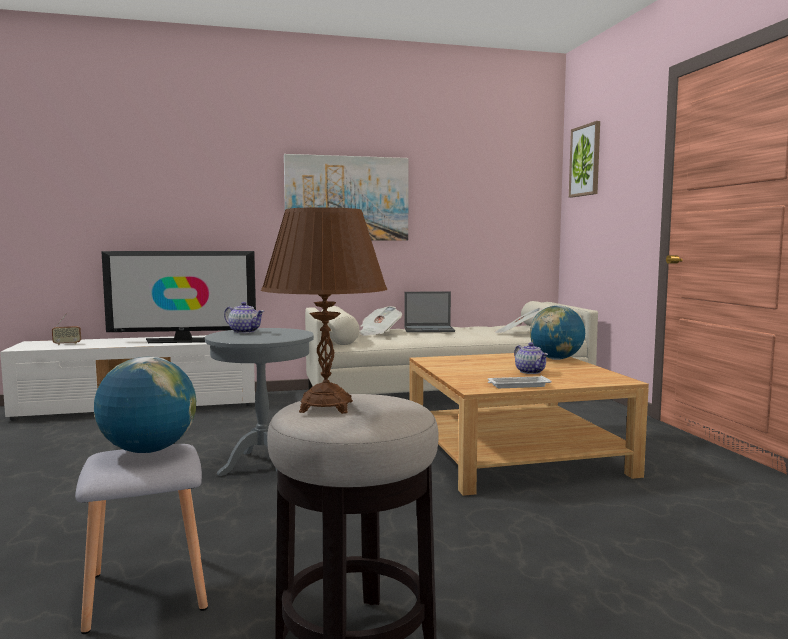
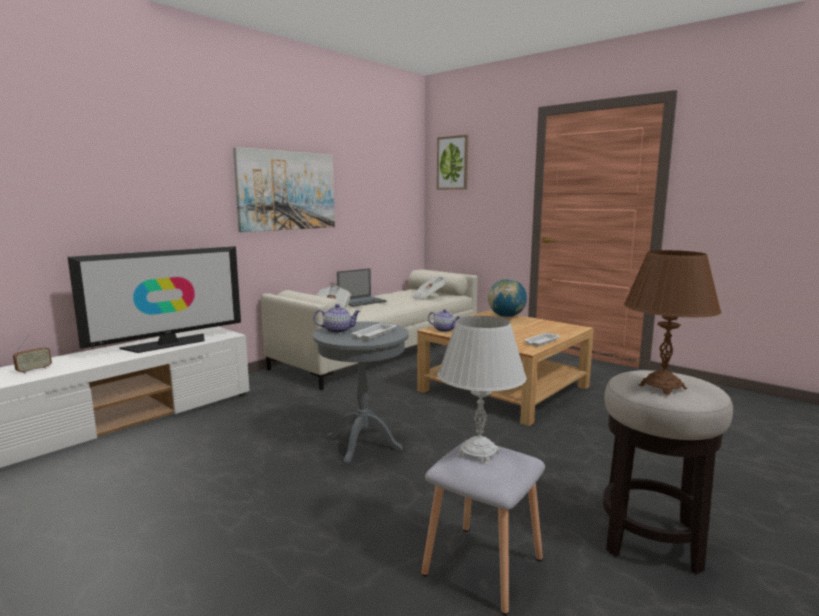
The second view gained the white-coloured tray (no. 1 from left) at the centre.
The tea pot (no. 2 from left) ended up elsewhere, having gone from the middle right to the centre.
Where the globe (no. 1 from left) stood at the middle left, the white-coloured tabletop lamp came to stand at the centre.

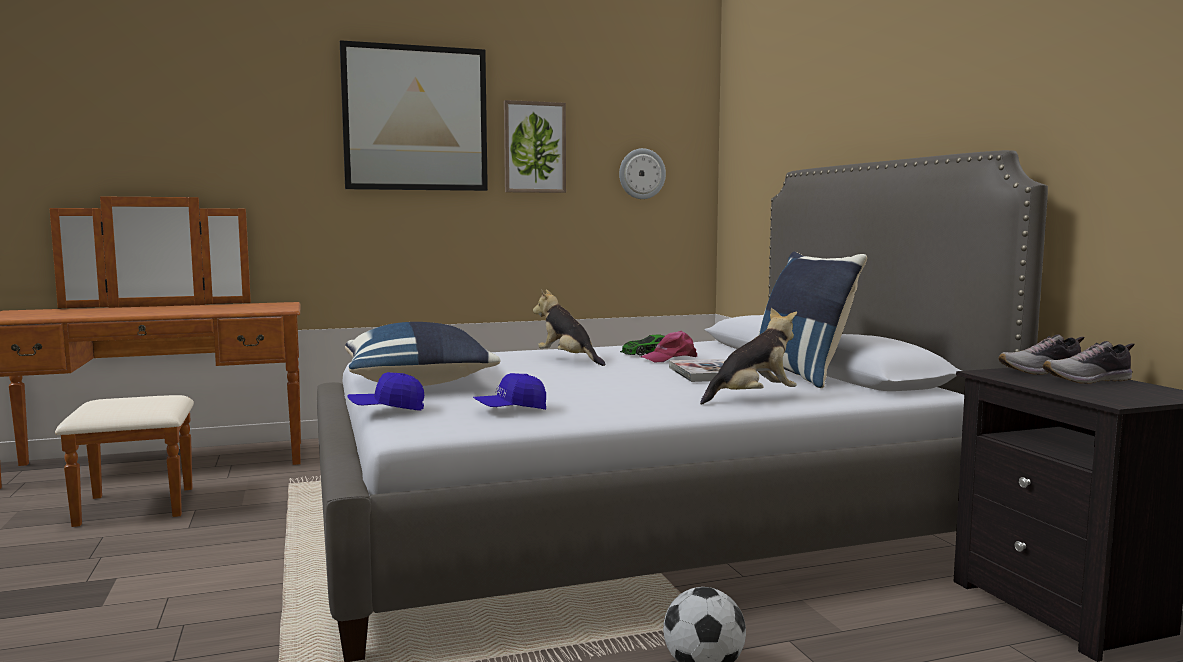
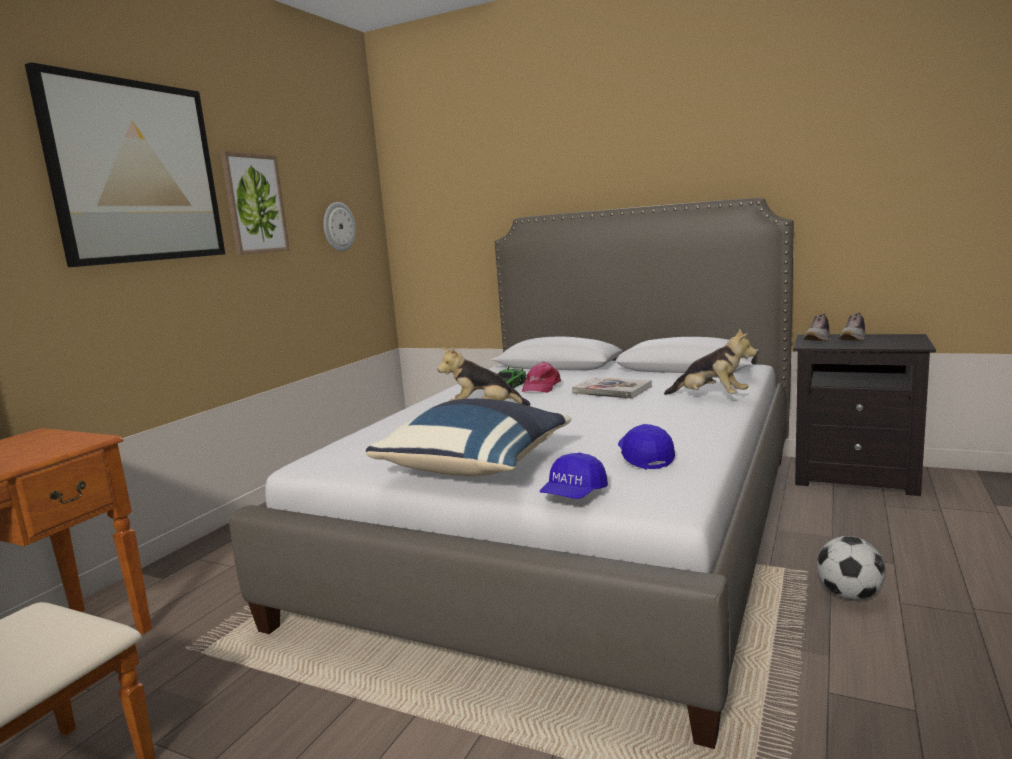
The blue peaked cap (no. 2 from left) at the centre ended up facing another way, 150 degrees clockwise from before.
The soft toy (no. 2 from left) at the centre ended up facing another way, 105 degrees clockwise from before.
The second view lost the blue pillow (no. 2 from left) at the middle right.

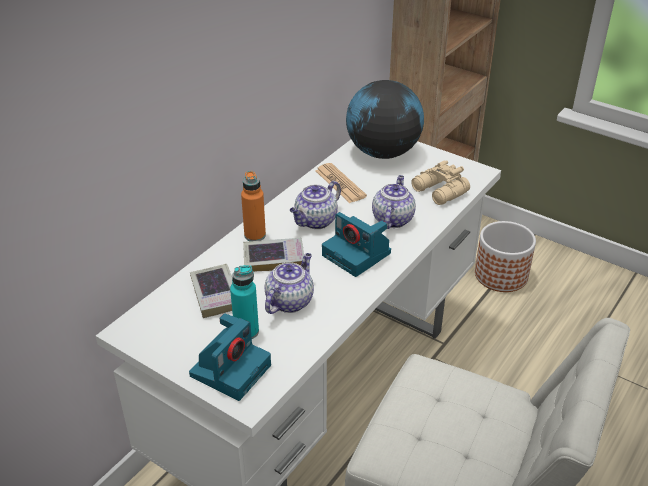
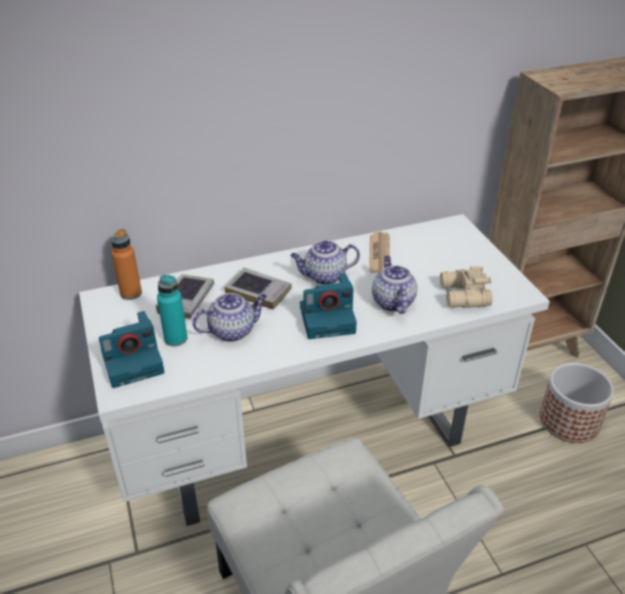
The orange-coloured beverage bottle ended up elsewhere, having gone from the centre to the middle left.
The still camera (no. 2 from left) at the centre ended up facing another way, 90 degrees counterclockwise from before.
The tea pot (no. 3 from left) at the centre ended up facing another way, 60 degrees counterclockwise from before.
The second view lost the globe at the top centre.

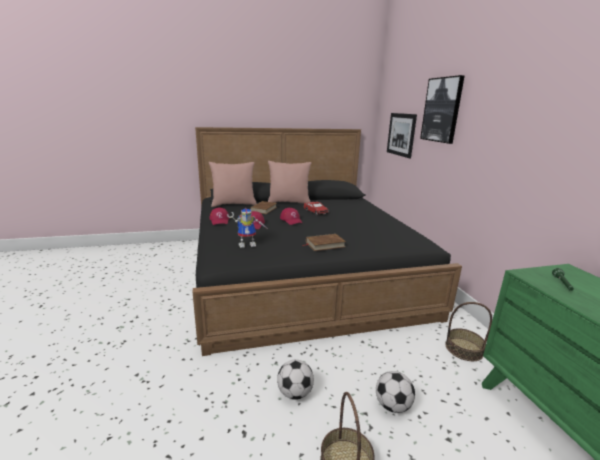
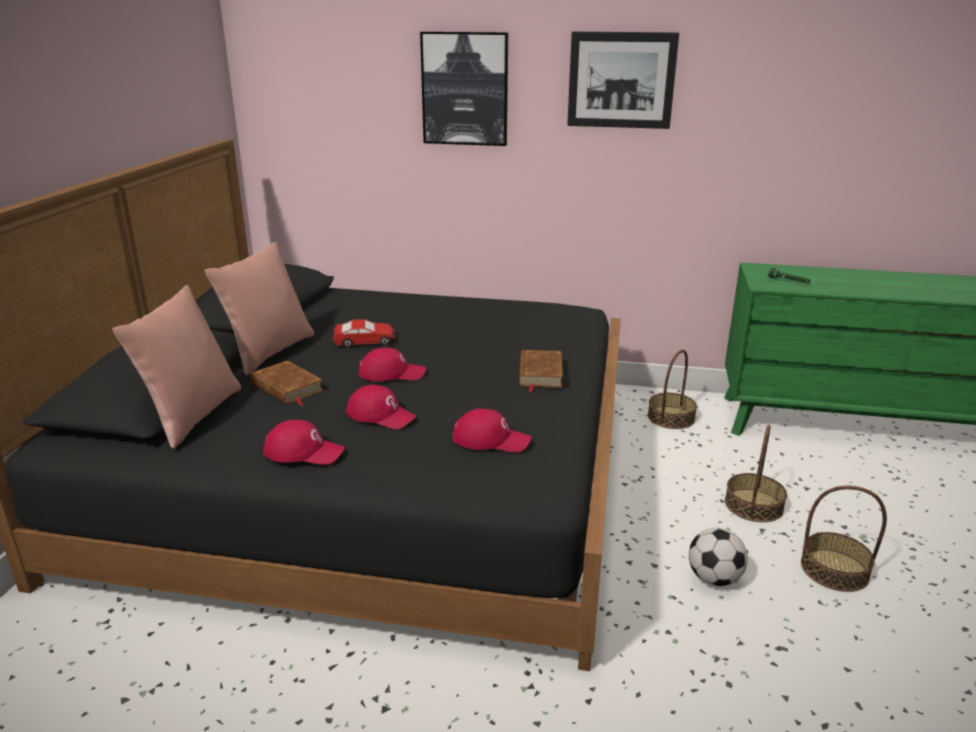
Where the toy robot stood at the centre, the red peaked cap (no. 4 from left) came to stand at the centre.
The wall art (no. 1 from left in the first image) ended up elsewhere, having gone from the top right to the top centre.
Where the football (no. 2 from left) stood at the bottom centre, the basket (no. 2 from left) came to stand at the middle right.

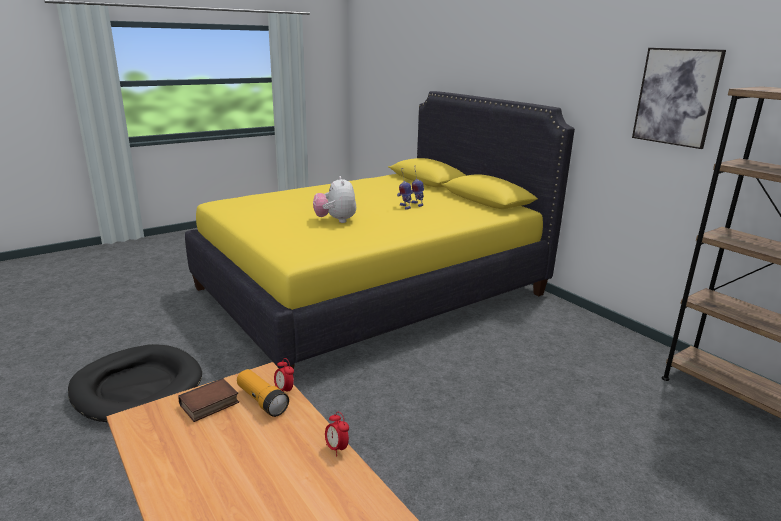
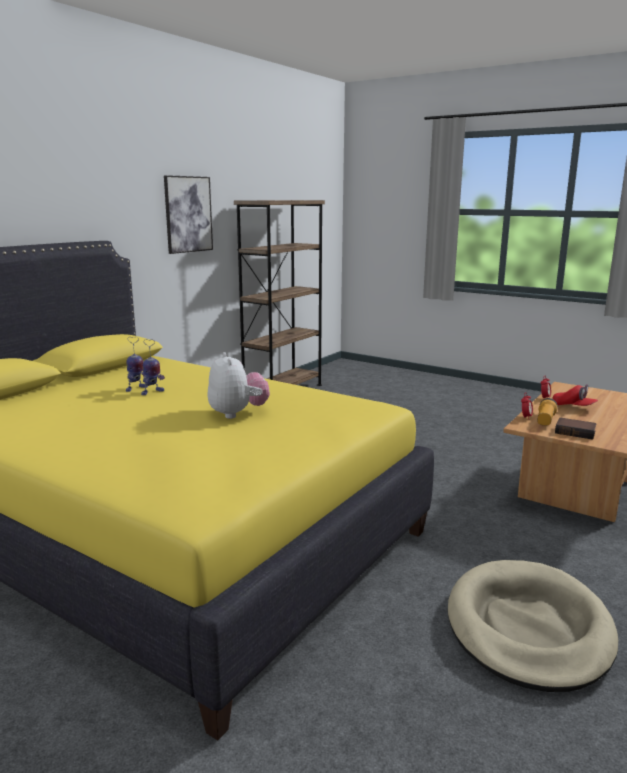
The soft toy at the centre ended up facing another way, 75 degrees counterclockwise from before.
What was the black dog bed at the bottom left turned into the sand-coloured dog bed at the bottom right.
The second view gained the red peaked cap at the middle right.

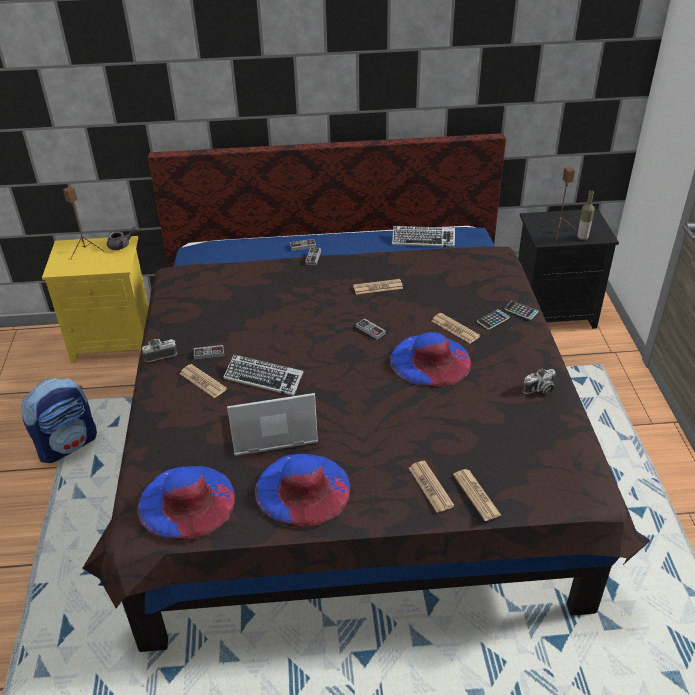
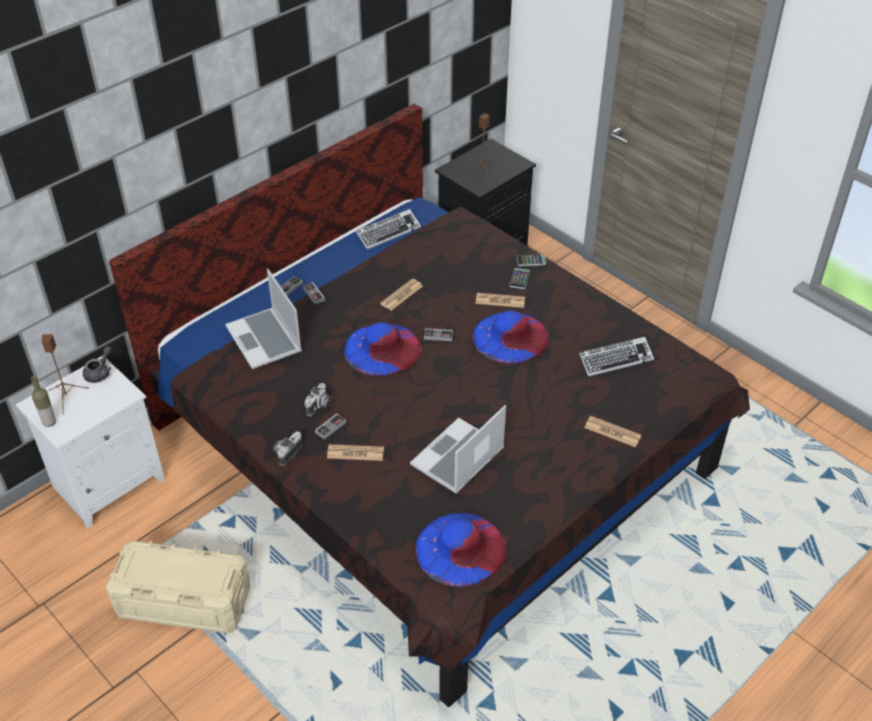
What was the yellowish night table at the middle left turned into the white-coloured night table at the middle left.
The beverage bottle ended up elsewhere, having gone from the top right to the middle left.
Where the rucksack stood at the middle left, the sand-coloured storage bin came to stand at the bottom left.
The second view gained the portable computer (no. 1 from left) at the middle left.
The still camera (no. 2 from left) ended up elsewhere, having gone from the middle right to the centre.
The blue clothing hat (no. 2 from left in the first image) ended up elsewhere, having gone from the bottom centre to the centre.
The PC keyboard (no. 1 from left in the first image) ended up elsewhere, having gone from the centre to the middle right.
The second view lost the daily paper (no. 5 from left) at the bottom right.

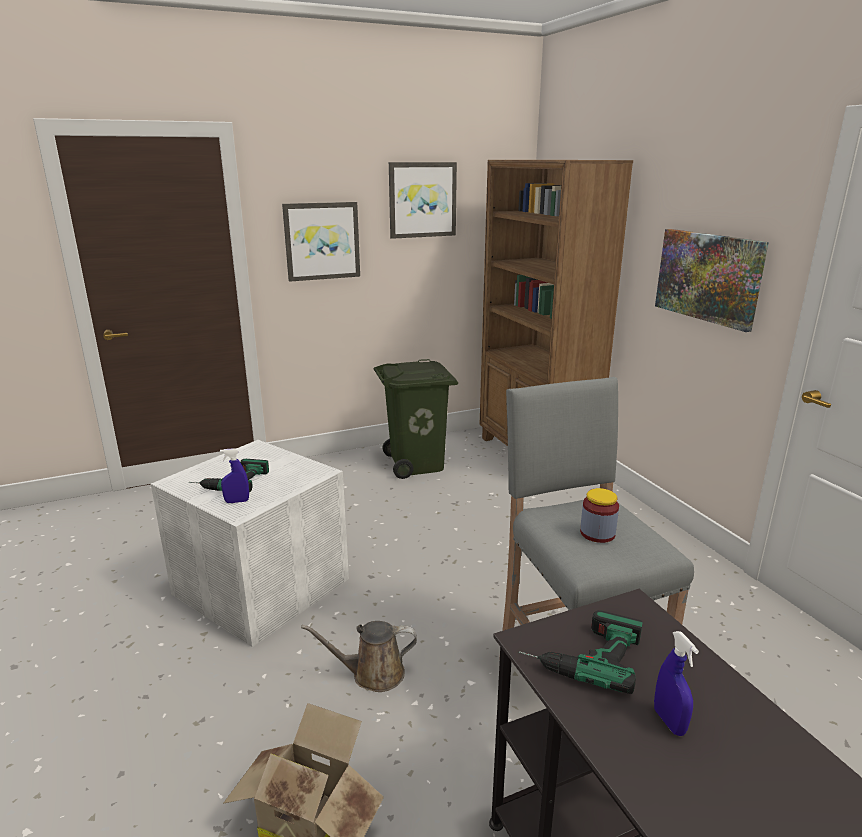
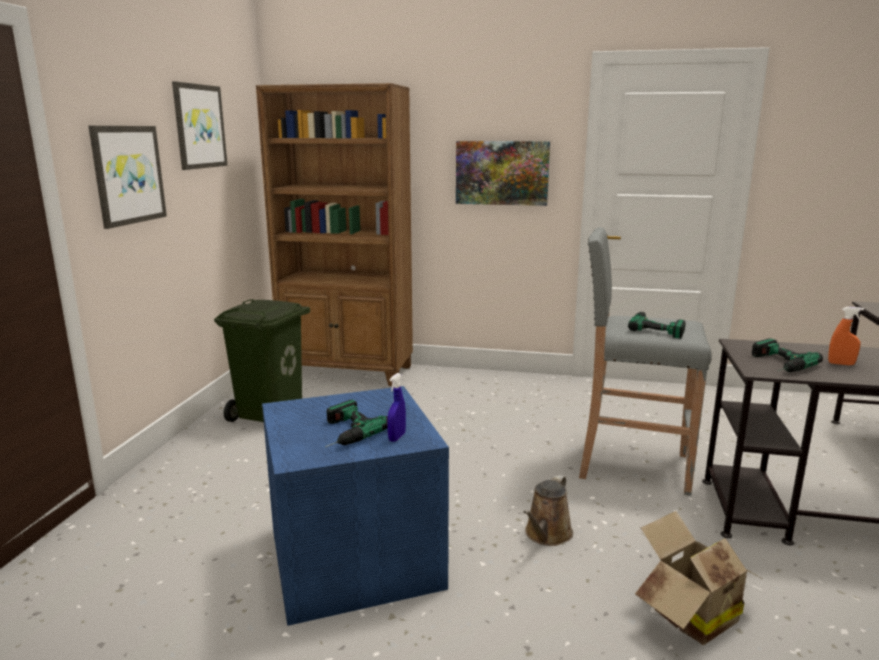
What was the white-coloured storage bin at the middle left turned into the blue storage bin at the bottom centre.
Where the preserve jar stood at the middle right, the electric drill (no. 2 from left) came to stand at the middle right.
What was the blue sprayer (no. 2 from left) at the bottom right turned into the orange-coloured sprayer at the middle right.

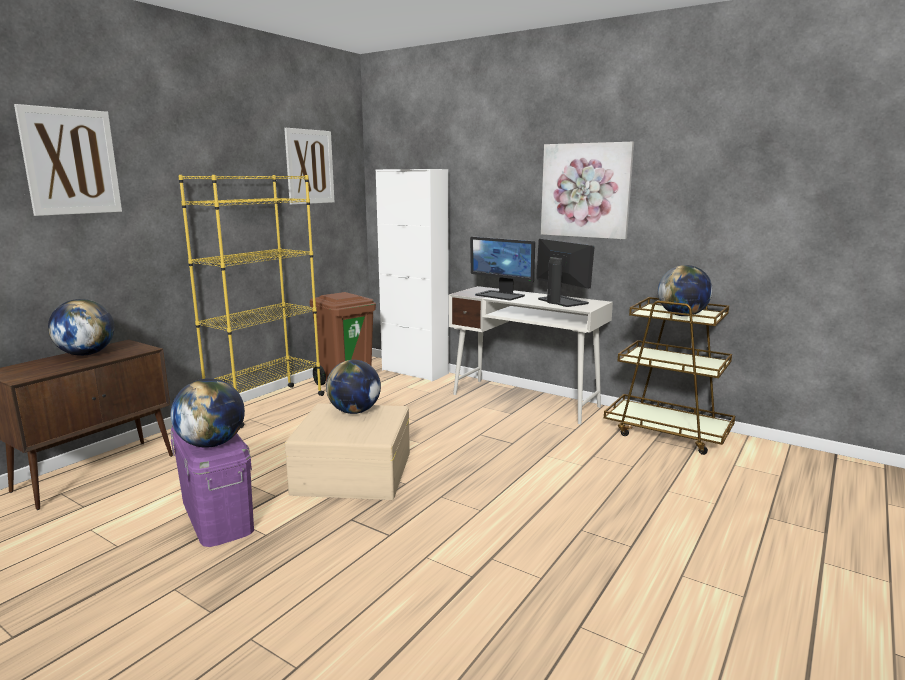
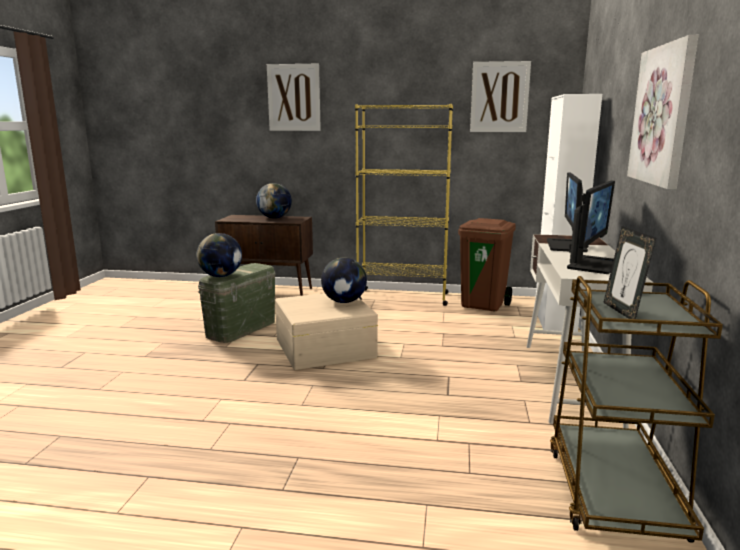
What was the purplish storage bin at the bottom left turned into the greenish storage bin at the middle left.
Where the globe (no. 4 from left) stood at the middle right, the photo frame came to stand at the middle right.

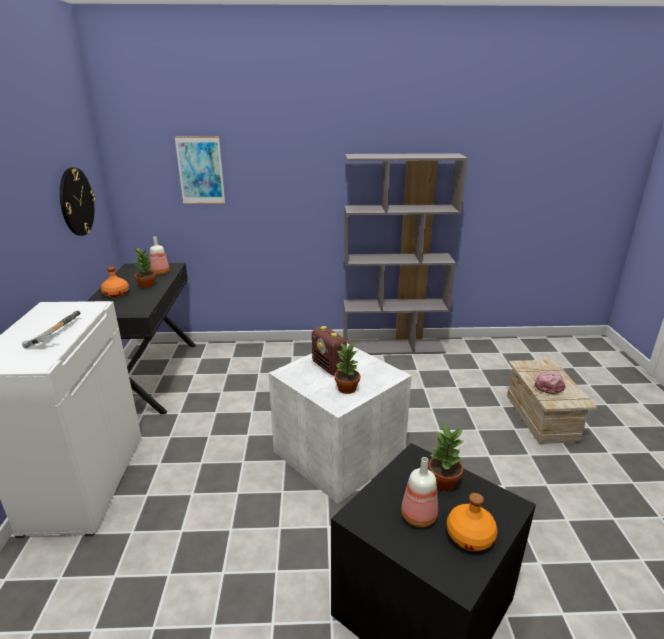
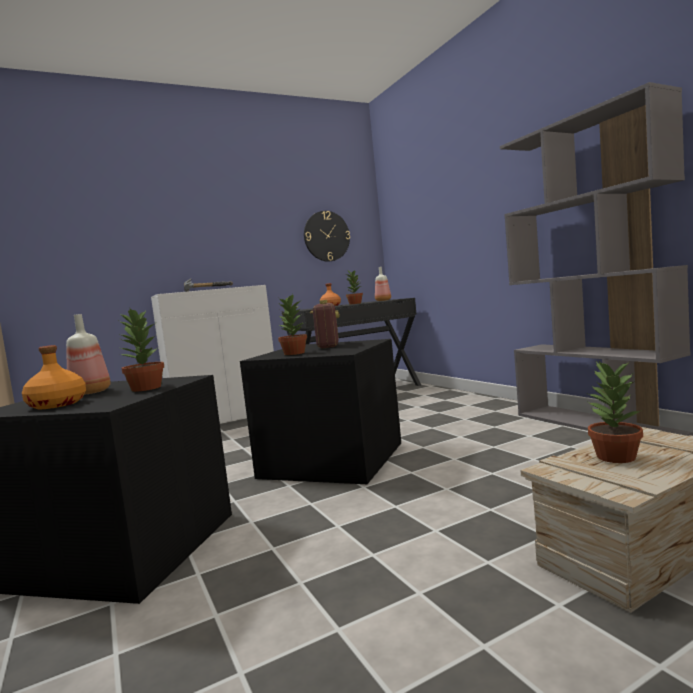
What was the white-coloured storage bin at the centre turned into the black storage bin (no. 2 from left) at the centre.
The radio receiver at the centre ended up facing another way, 150 degrees clockwise from before.
Where the pink peaked cap stood at the middle right, the potted plant (no. 4 from left) came to stand at the middle right.
The second view lost the wall art at the top left.

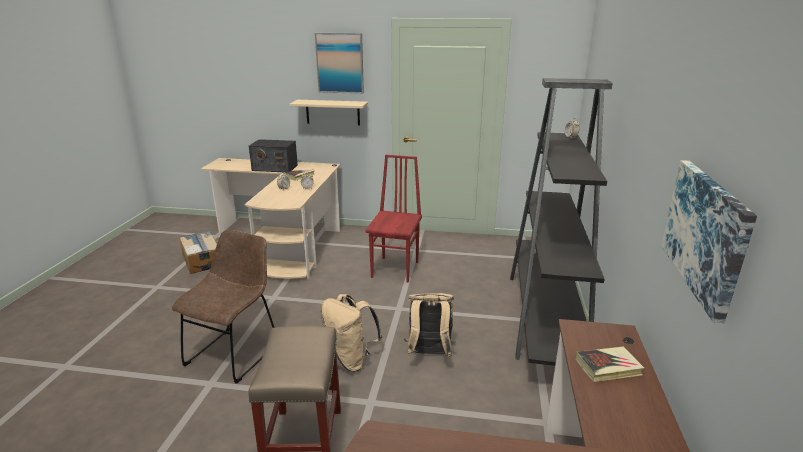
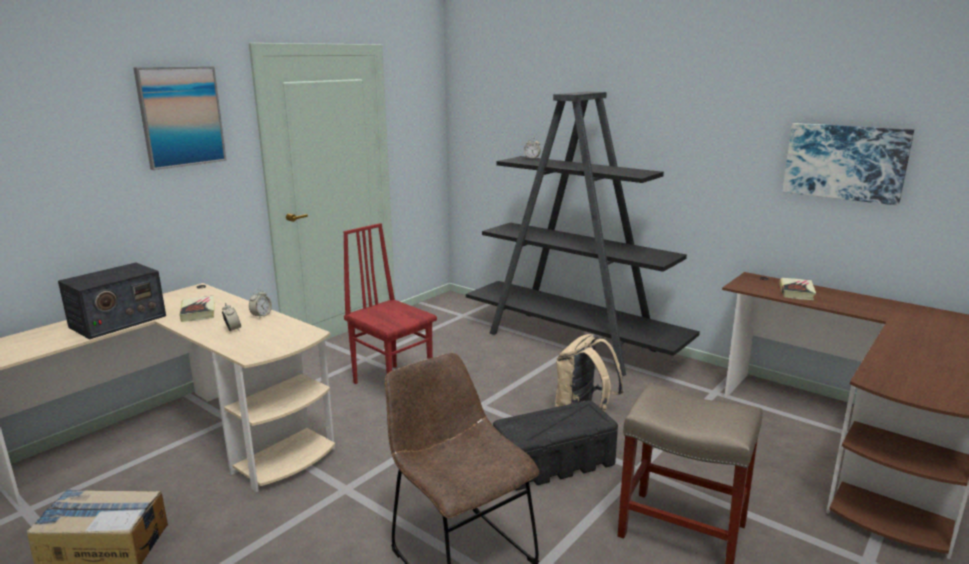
Where the sand-coloured rucksack (no. 1 from left) stood at the bottom centre, the black storage bin came to stand at the bottom centre.
The second view lost the sand-coloured shelf at the top centre.

